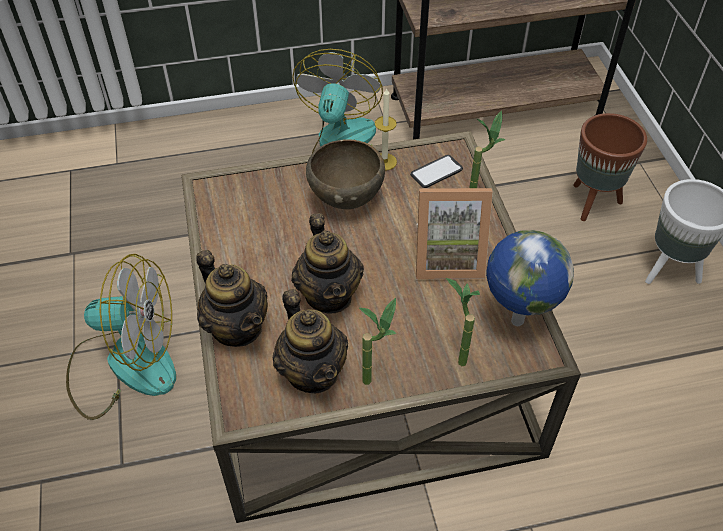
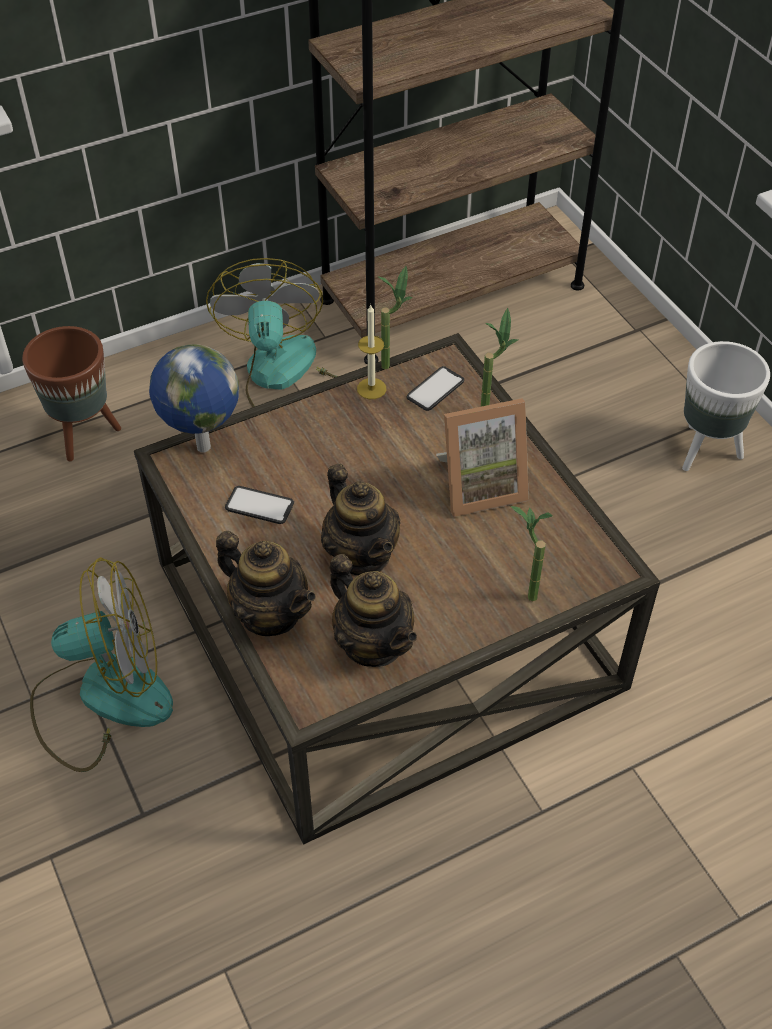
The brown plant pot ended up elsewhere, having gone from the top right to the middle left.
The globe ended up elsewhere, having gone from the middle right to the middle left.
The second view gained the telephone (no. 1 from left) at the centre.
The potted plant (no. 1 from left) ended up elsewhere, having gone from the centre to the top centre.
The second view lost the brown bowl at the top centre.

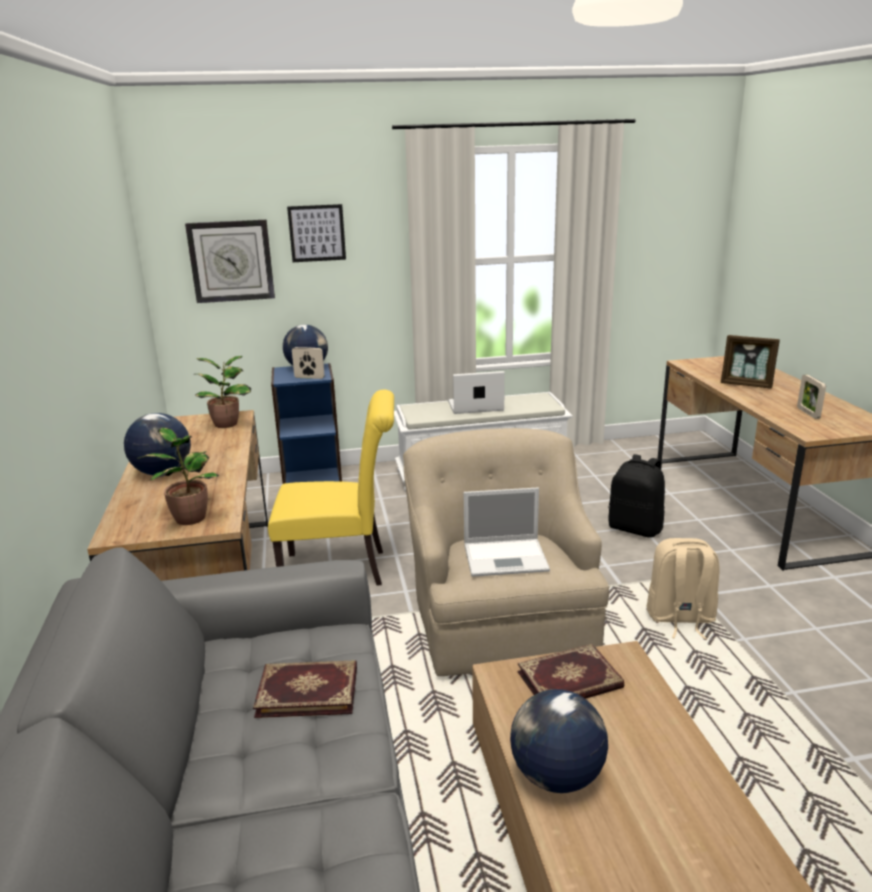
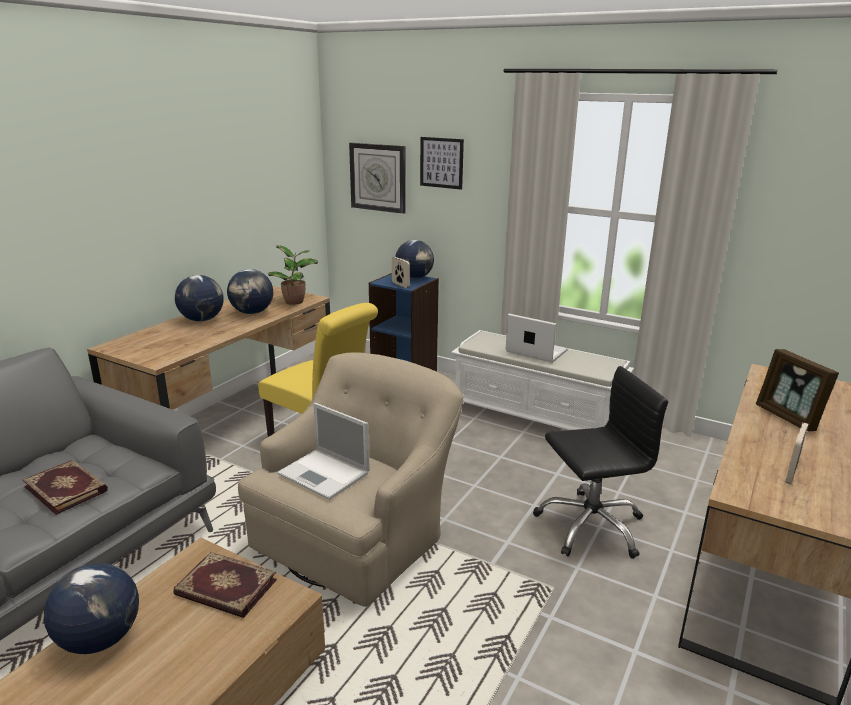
The second view gained the globe (no. 3 from left) at the middle left.
Where the black rucksack stood at the middle right, the black computer chair came to stand at the middle right.
The second view lost the potted plant (no. 1 from left) at the middle left.
The second view lost the sand-coloured rucksack at the middle right.

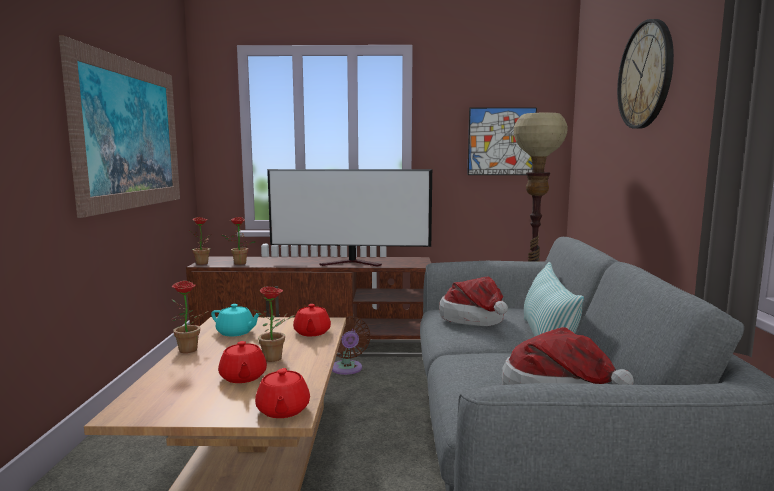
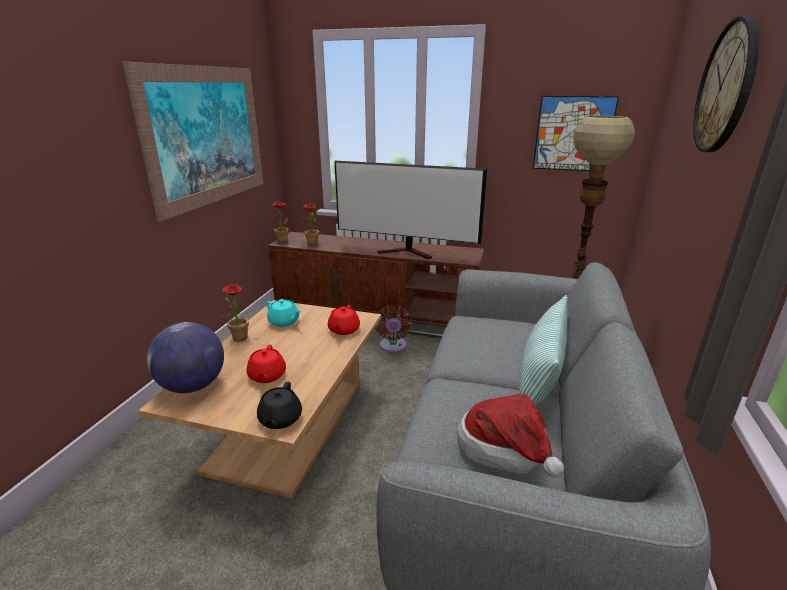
The second view gained the globe at the middle left.
What was the red tea pot (no. 2 from left) at the bottom centre turned into the black tea pot at the bottom centre.
The second view lost the potted plant (no. 4 from left) at the centre.
The second view lost the clothing hat (no. 1 from left) at the centre.

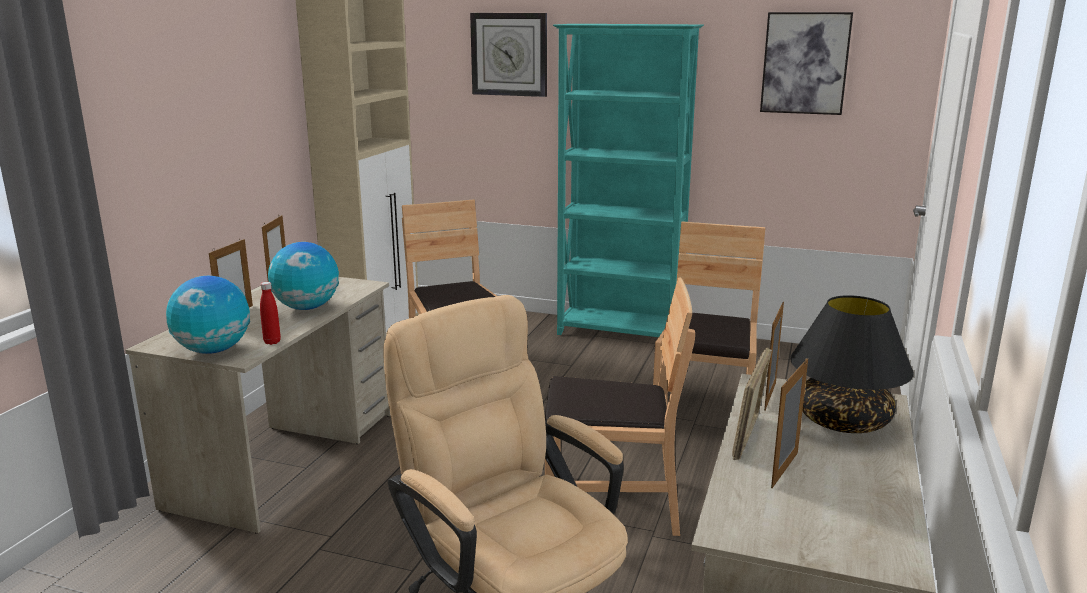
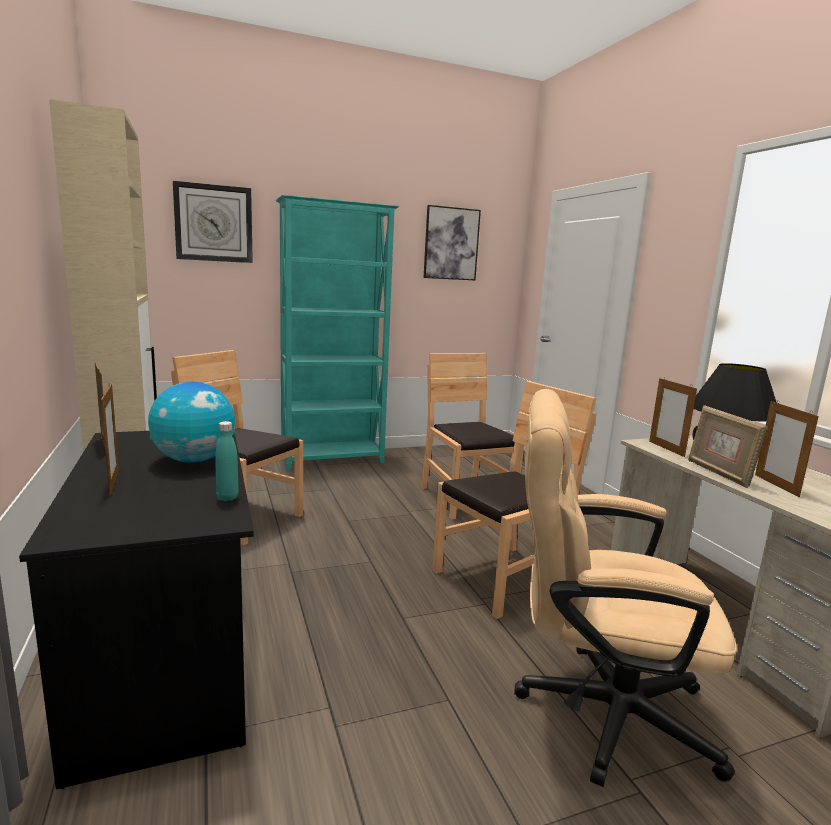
What was the sand-coloured desk (no. 1 from left) at the bottom left turned into the black desk at the bottom left.
What was the red beverage bottle at the middle left turned into the blue-green beverage bottle at the middle left.
The second view lost the globe (no. 1 from left) at the middle left.

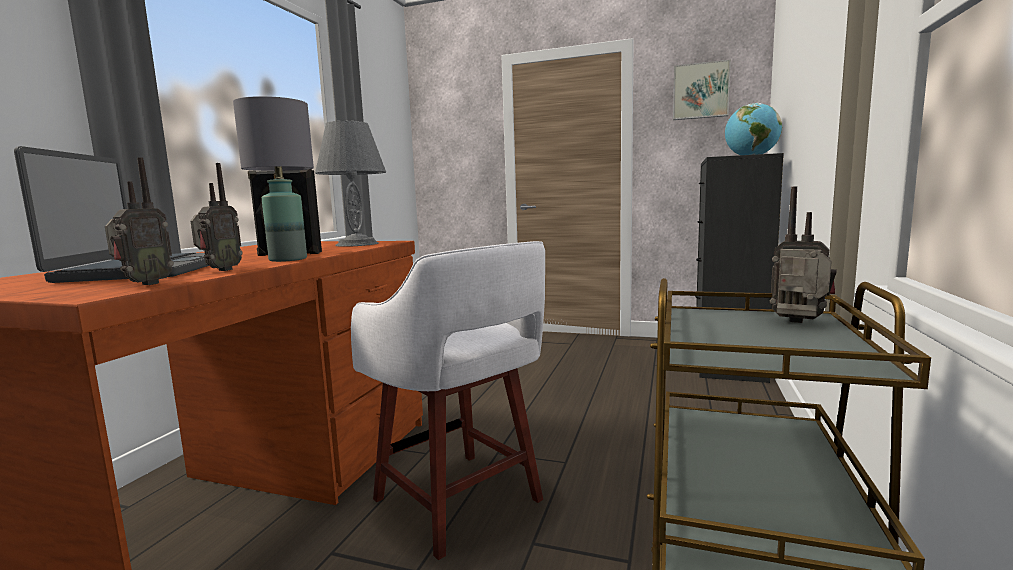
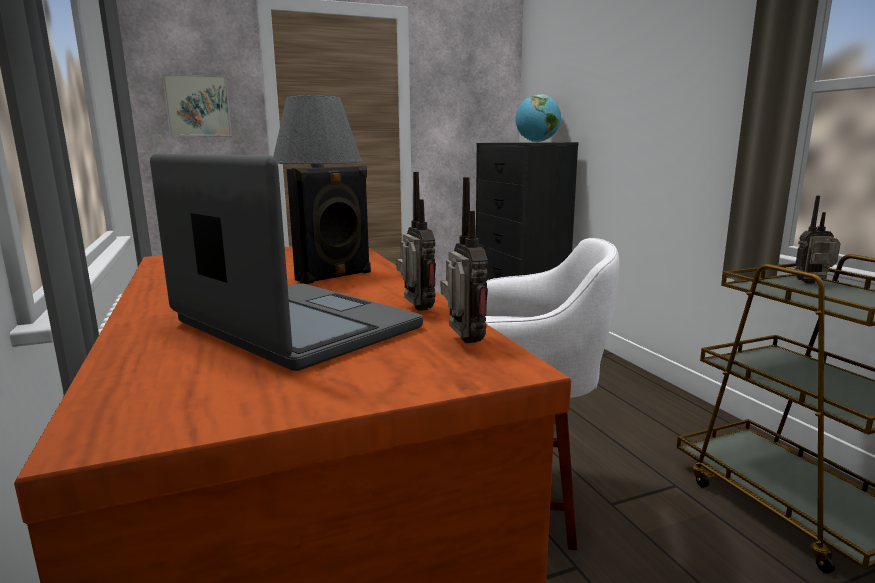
The wall art ended up elsewhere, having gone from the top right to the top left.
The second view lost the gray tabletop lamp (no. 1 from left) at the top left.

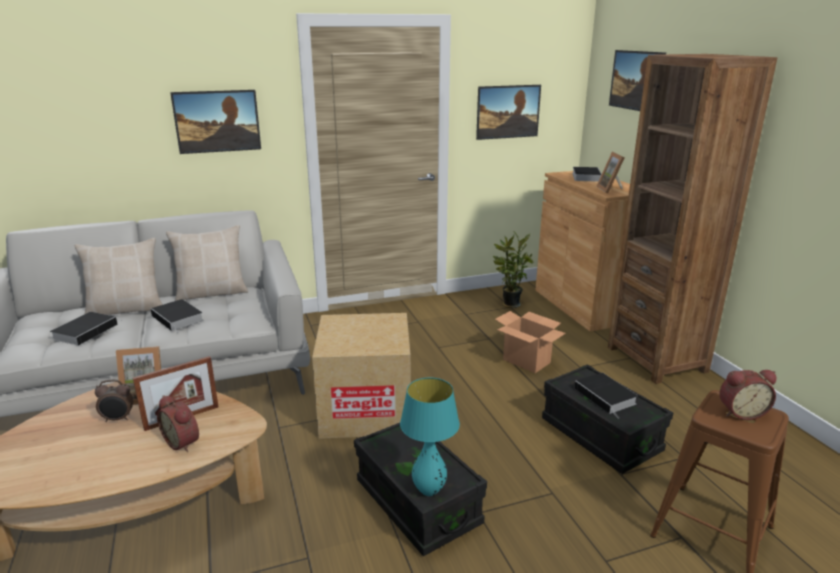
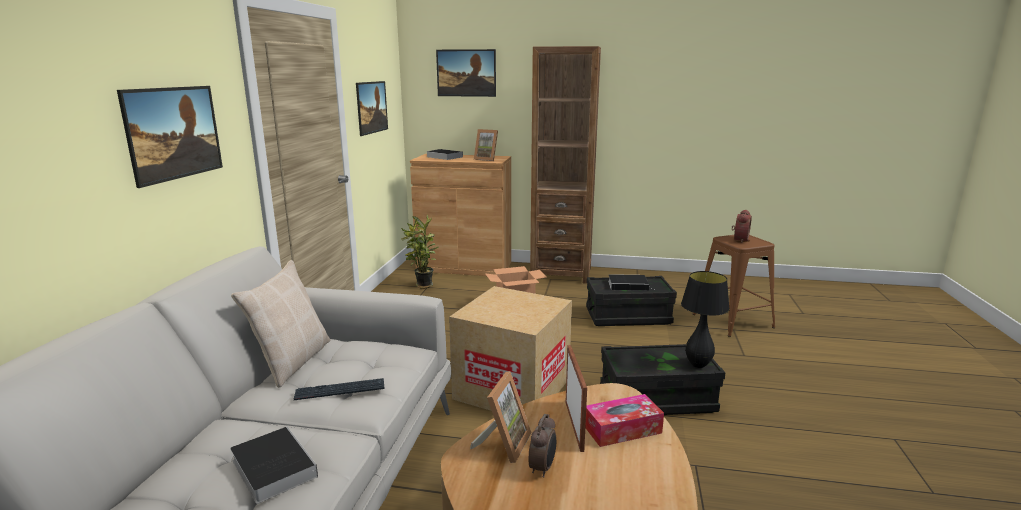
Where the volume (no. 2 from left) stood at the middle left, the PC keyboard came to stand at the bottom left.
Where the bedside clock (no. 2 from left) stood at the bottom left, the box of tissues came to stand at the bottom centre.
What was the blue-green tabletop lamp at the bottom centre turned into the black tabletop lamp at the middle right.
The second view lost the sand-coloured pillow (no. 1 from left) at the middle left.

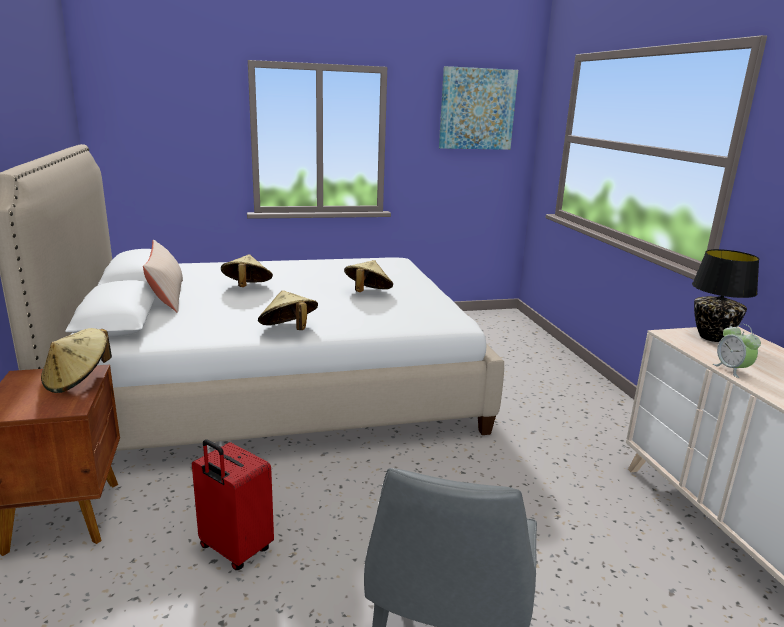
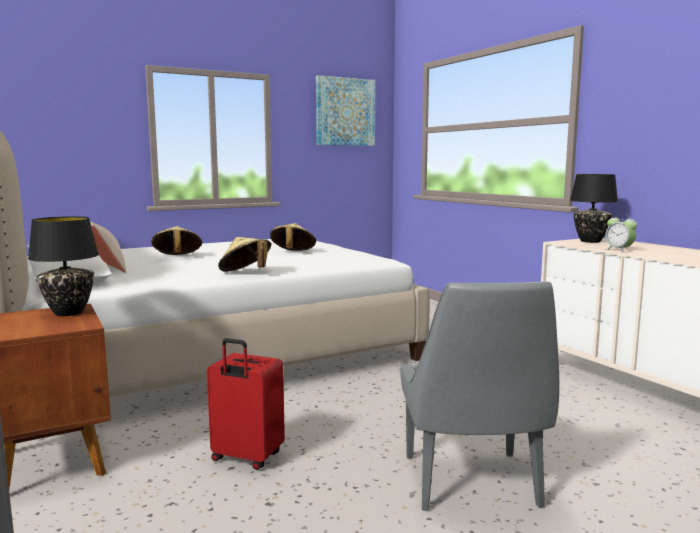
Where the sand-coloured clothing hat (no. 1 from left) stood at the middle left, the black tabletop lamp (no. 1 from left) came to stand at the middle left.

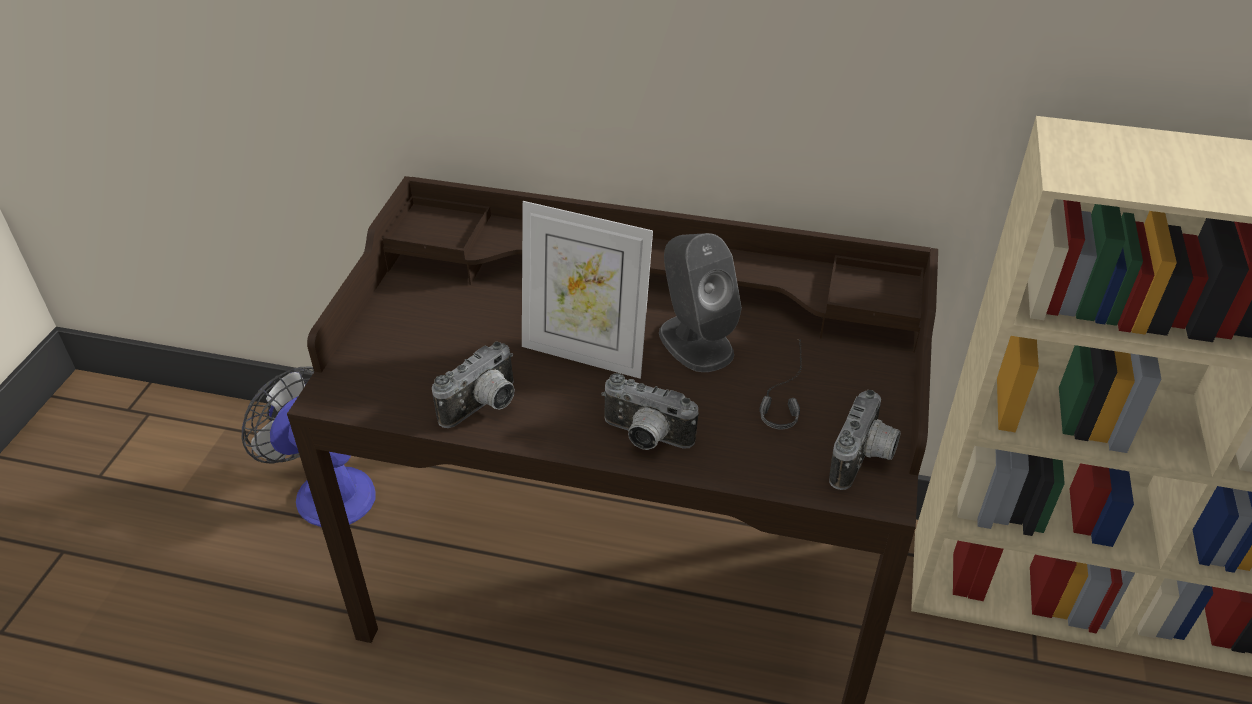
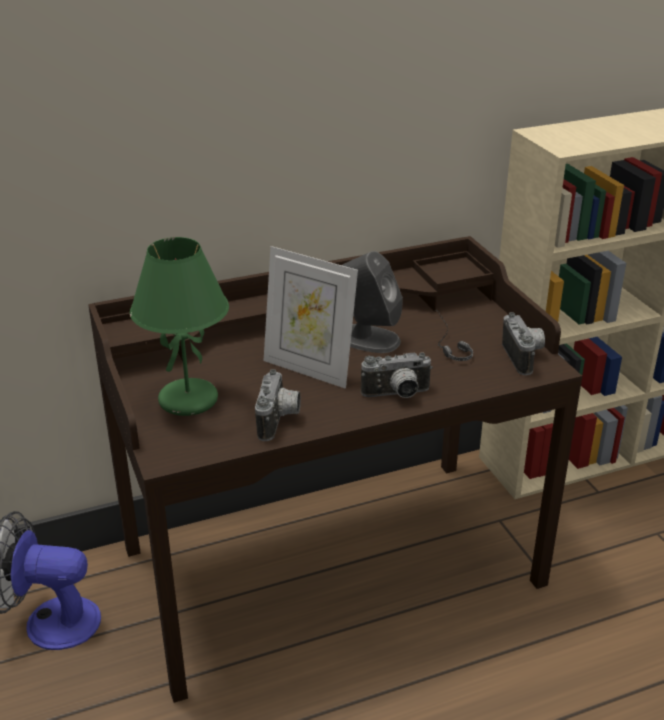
The second view gained the greenish tabletop lamp at the middle left.
The photo frame at the centre ended up facing another way, 45 degrees clockwise from before.

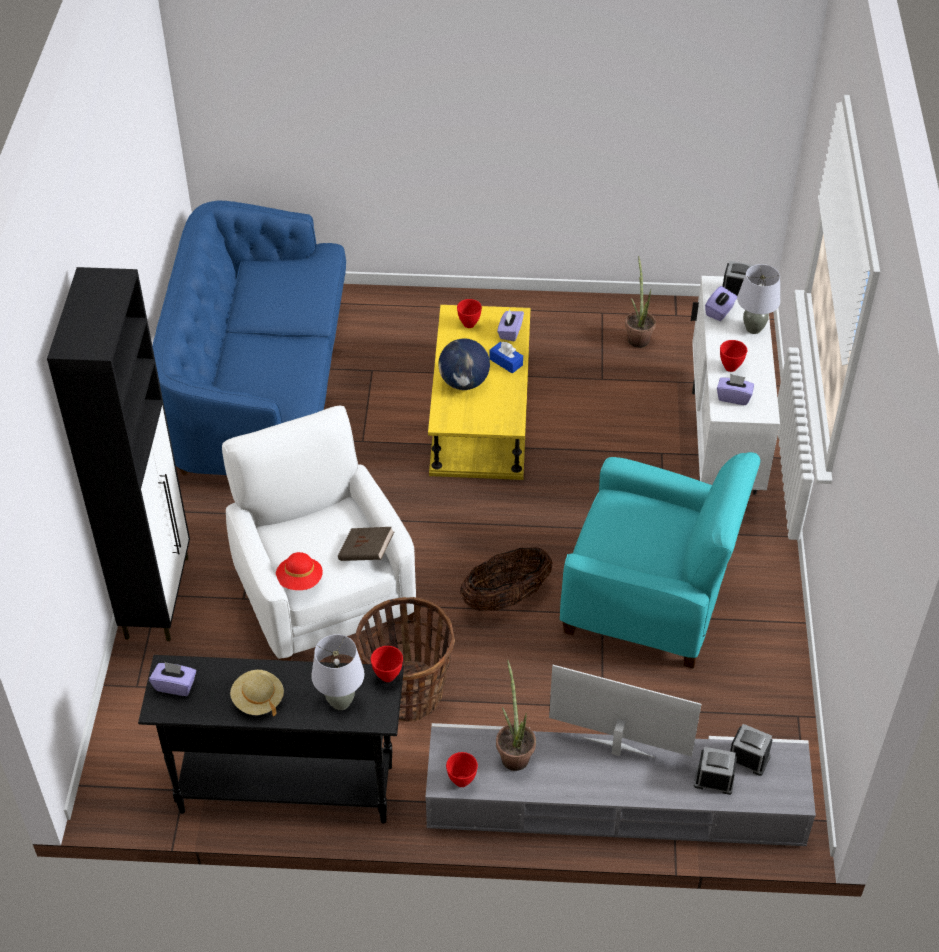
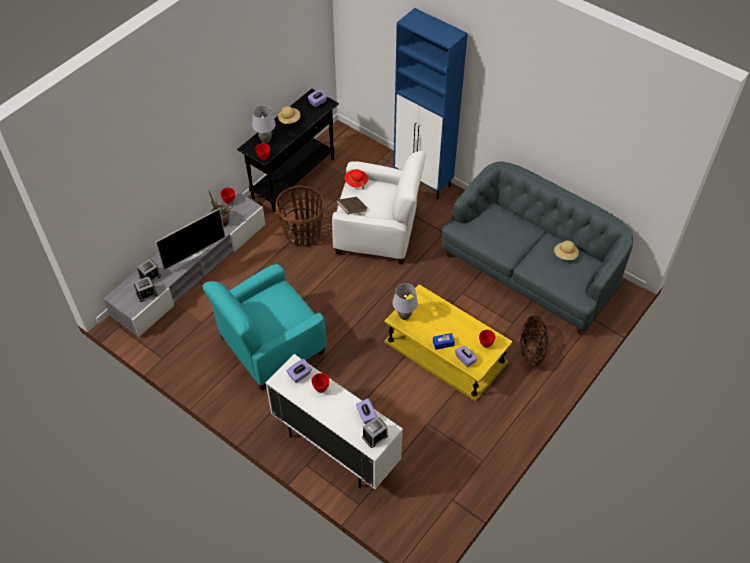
The gray tabletop lamp (no. 2 from left) ended up elsewhere, having gone from the top right to the centre.
What was the black cupboard at the middle left turned into the blue cupboard at the top centre.
What was the blue sofa at the middle left turned into the gray sofa at the middle right.
The basket (no. 2 from left) ended up elsewhere, having gone from the centre to the middle right.
The second view gained the sand-coloured clothing hat (no. 2 from left) at the middle right.
The second view lost the globe at the centre.
The second view lost the potted plant (no. 2 from left) at the top right.

